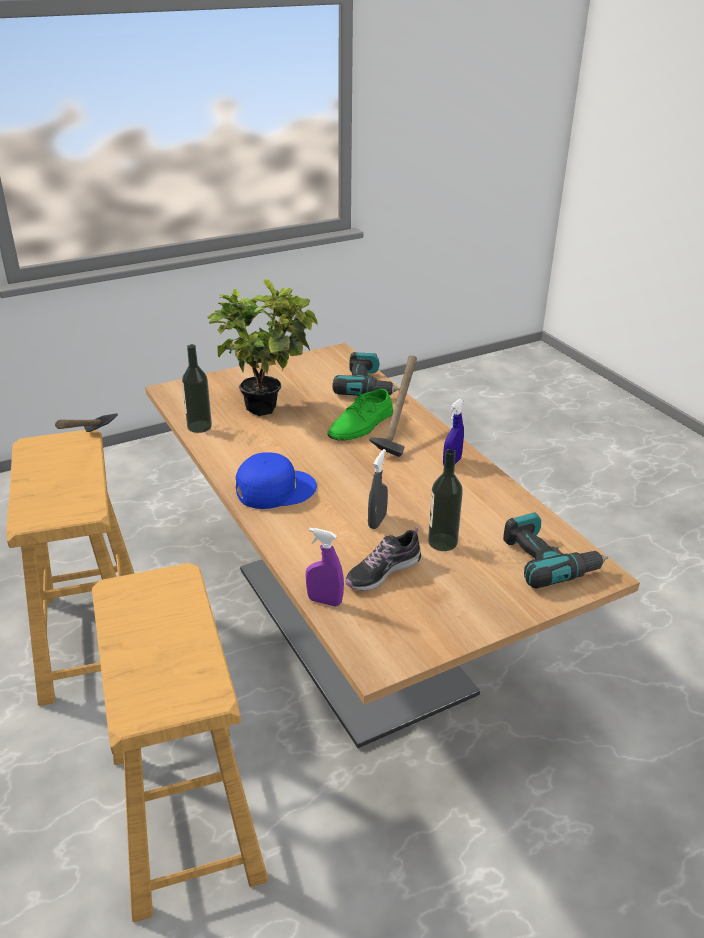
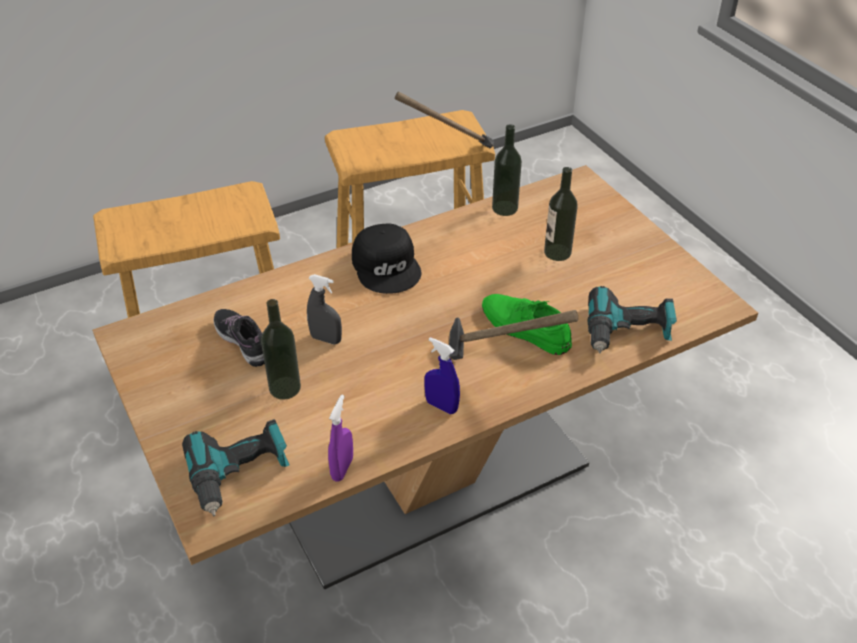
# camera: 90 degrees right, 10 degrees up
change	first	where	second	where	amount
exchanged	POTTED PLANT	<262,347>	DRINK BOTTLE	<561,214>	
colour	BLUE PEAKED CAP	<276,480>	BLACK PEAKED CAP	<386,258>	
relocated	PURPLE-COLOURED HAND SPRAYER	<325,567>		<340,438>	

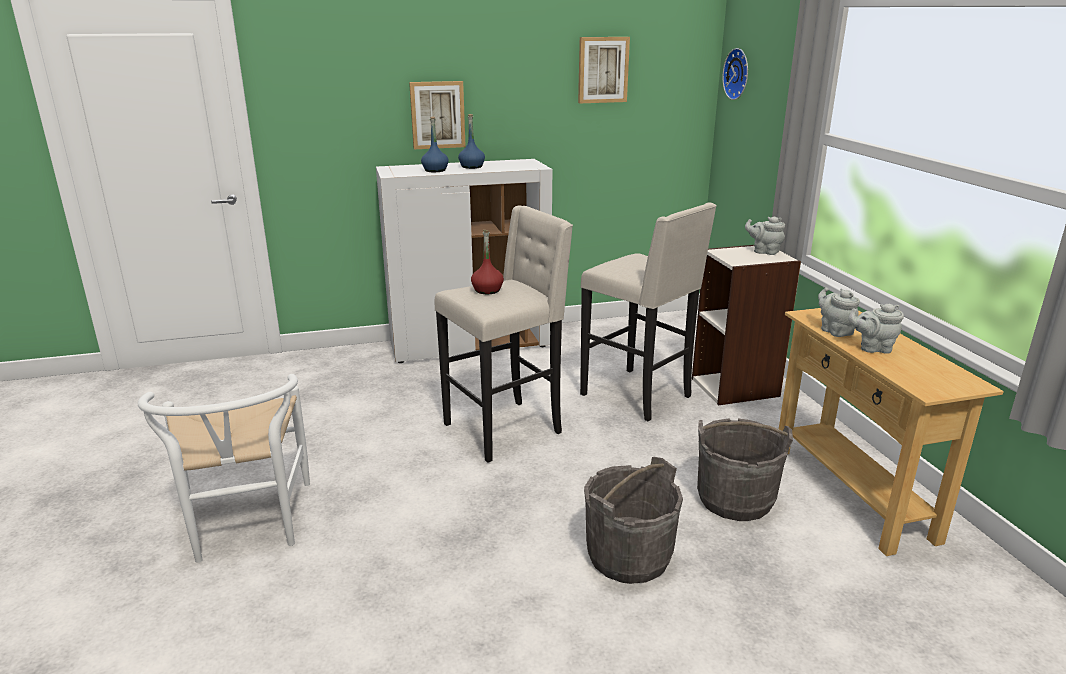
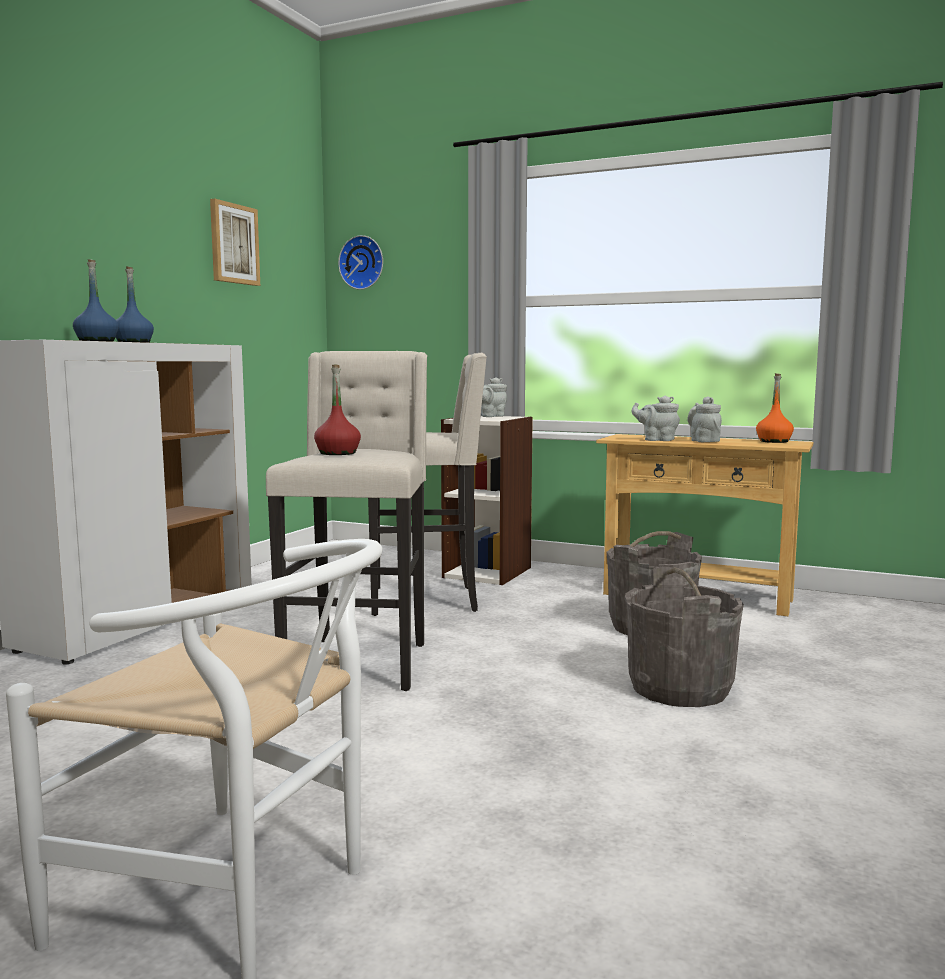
# camera: 50 degrees left, 15 degrees down
change	first	where	second	where	amount
missing	PICTURE	<437,115>			
spun	GREY TEA POT	<876,328>		<704,419>	120 degrees clockwise
appeared			ORANGEY DRINK BOTTLE	<775,408>	

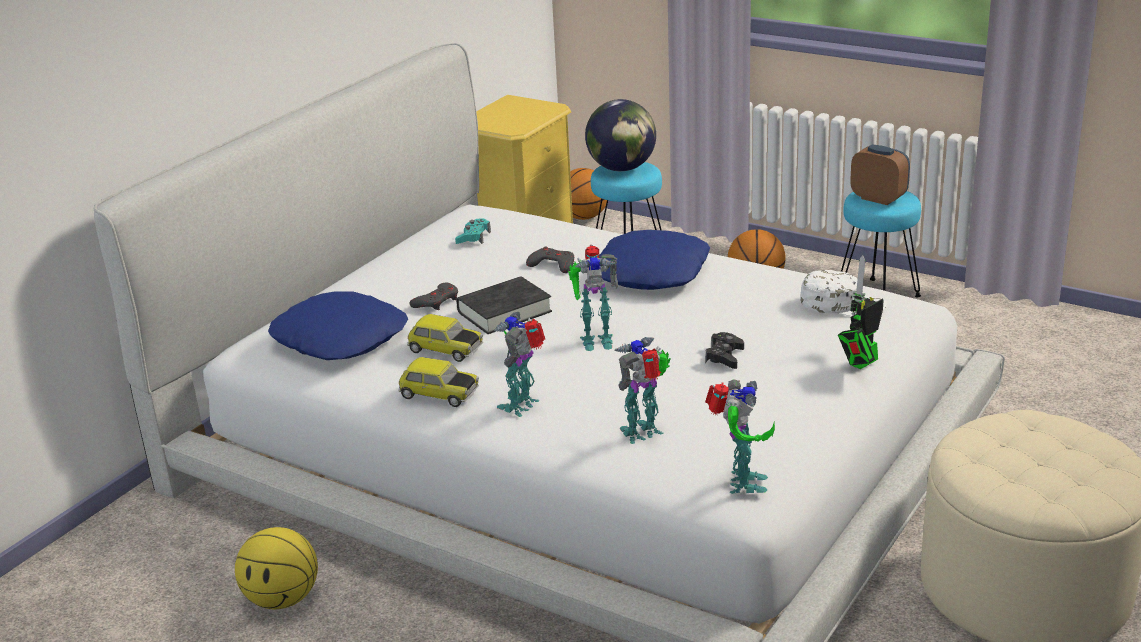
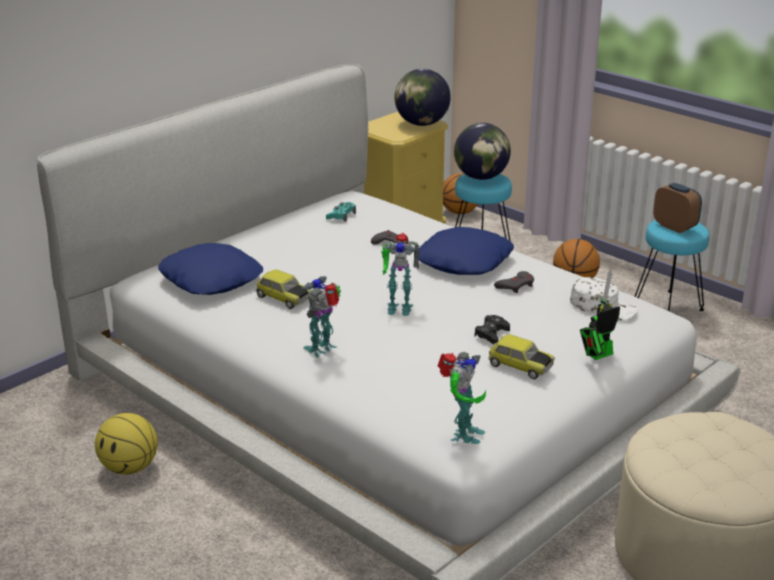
# camera: 10 degrees right, 0 degrees up
change	first	where	second	where	amount
missing	BLACK BOOK	<504,305>			
relocated	GREY JOYPAD	<434,296>		<514,282>	
missing	MODEL ROBOT	<642,390>			
relocated	TOY CAR	<438,382>		<521,356>	
appeared			DESK GLOBE	<422,97>	

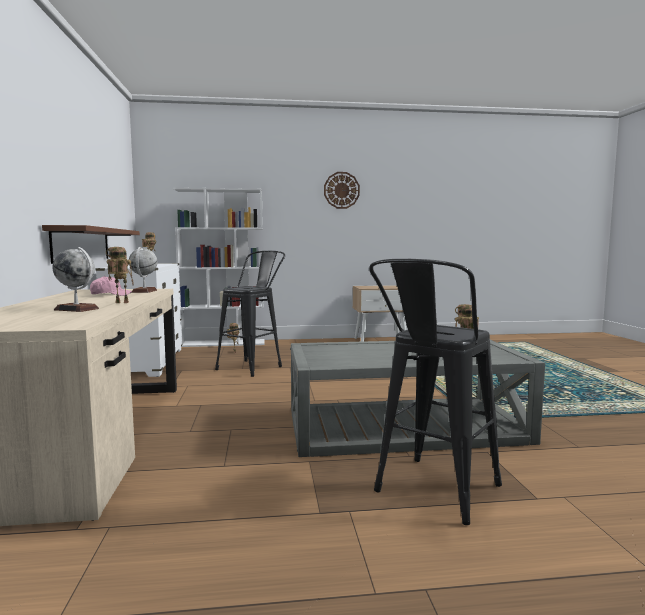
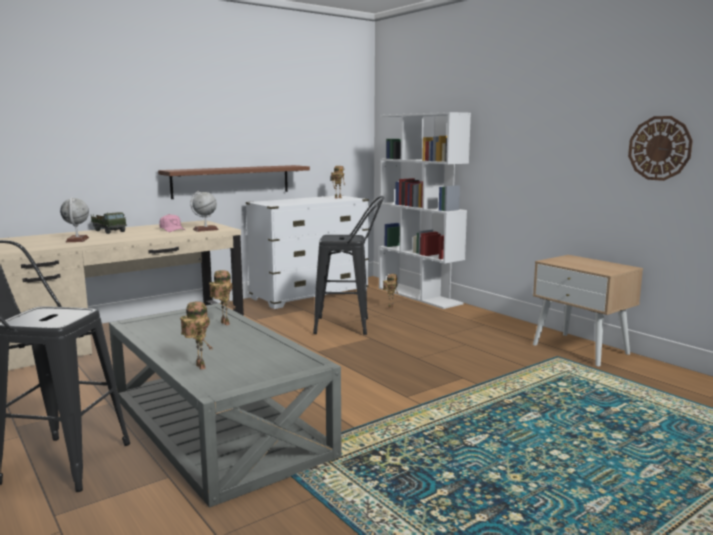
# camera: 60 degrees right, 5 degrees up
change	first	where	second	where	amount
relocated	CLOCK ON THE WALL	<342,190>		<660,148>	
relocated	MODEL ROBOT	<120,275>		<222,298>	
appeared			MODEL TRUCK	<109,223>	

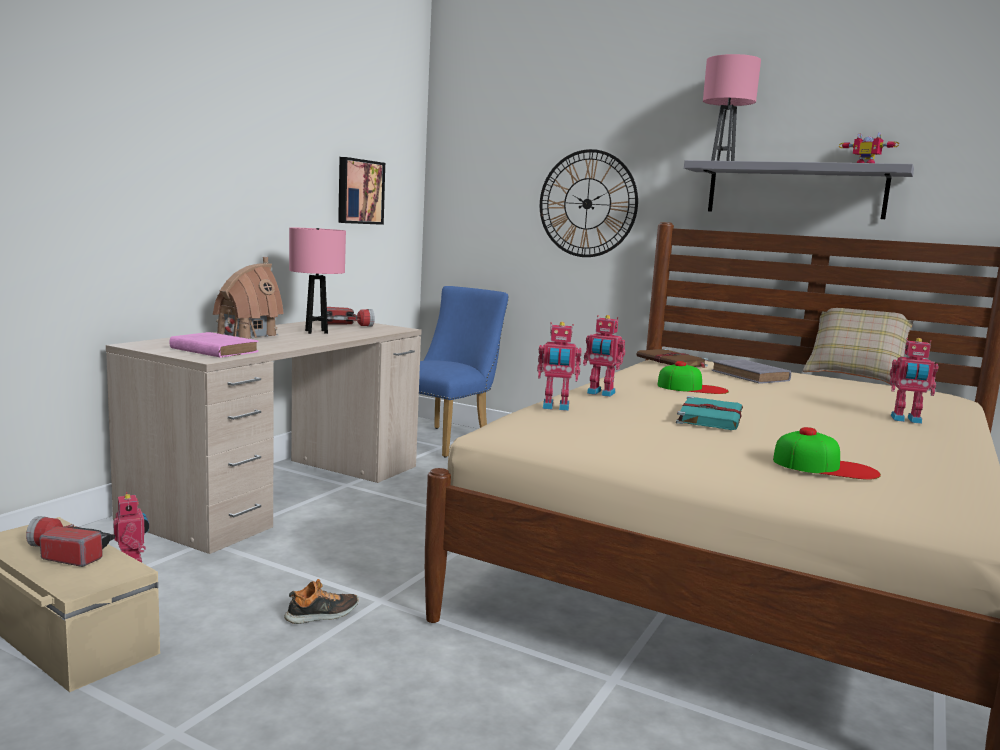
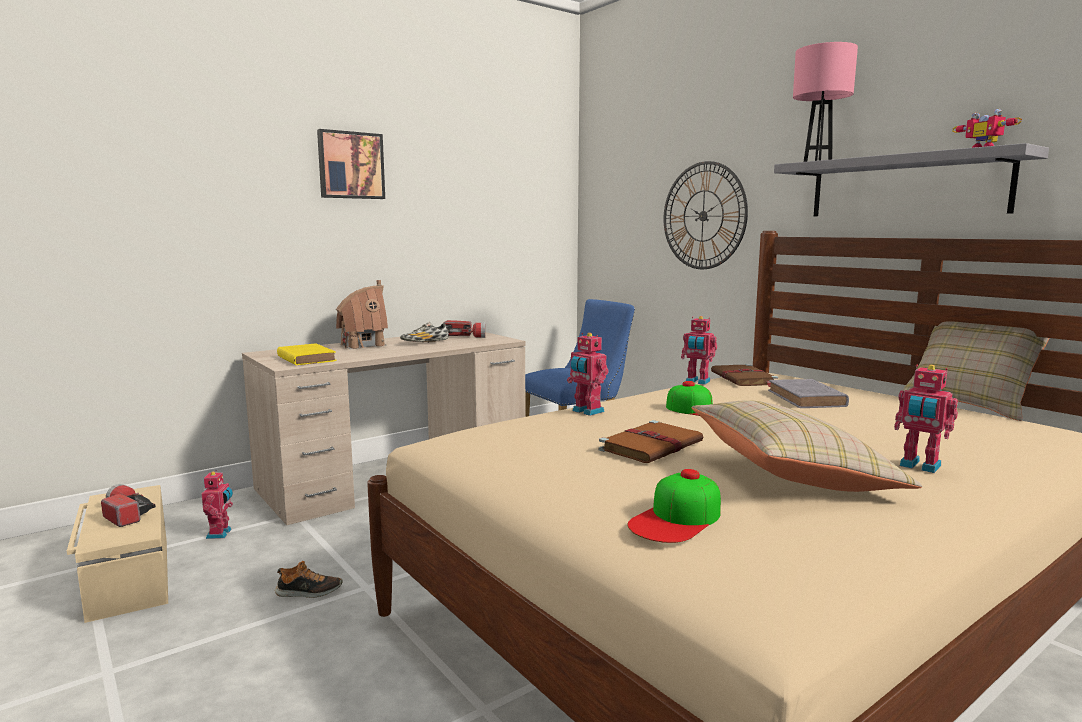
# camera: 25 degrees right, 0 degrees up
change	first	where	second	where	amount
relocated	PICTURE	<361,191>		<351,164>	
exchanged	PINK TABLETOP LAMP	<317,280>	SHOE	<424,332>	
relocated	MODEL ROBOT	<559,366>		<699,350>	
colour	PINK BOOK	<214,345>	YELLOWISH BOOK	<306,354>	
colour	TURQUOISE BOOK	<709,413>	BROWN-COLOURED BOOK	<650,441>	
spun	PEAKED CAP	<827,453>		<674,506>	90 degrees clockwise
appeared			BEIGE PILLOW	<807,446>	

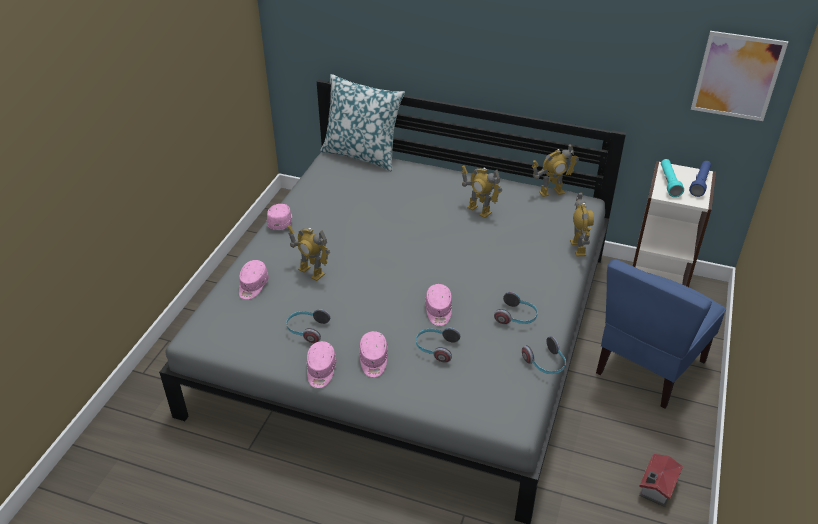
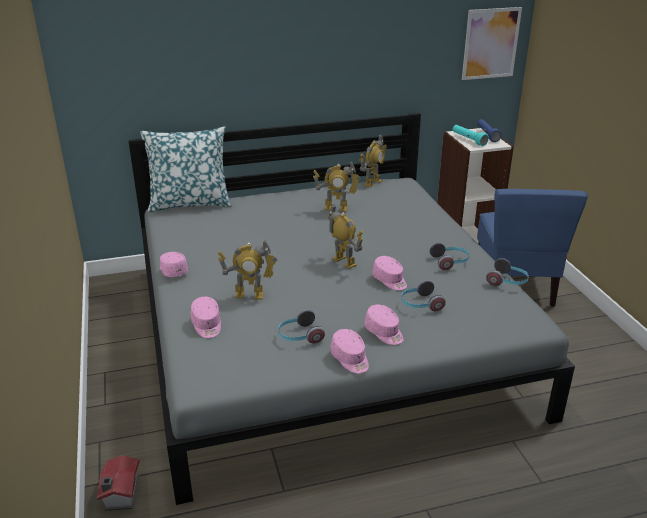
# camera: 35 degrees left, 10 degrees down
change	first	where	second	where	amount
relocated	MODEL ROBOT	<582,224>		<345,236>	
relocated	MODEL HOUSE	<661,480>		<118,483>	

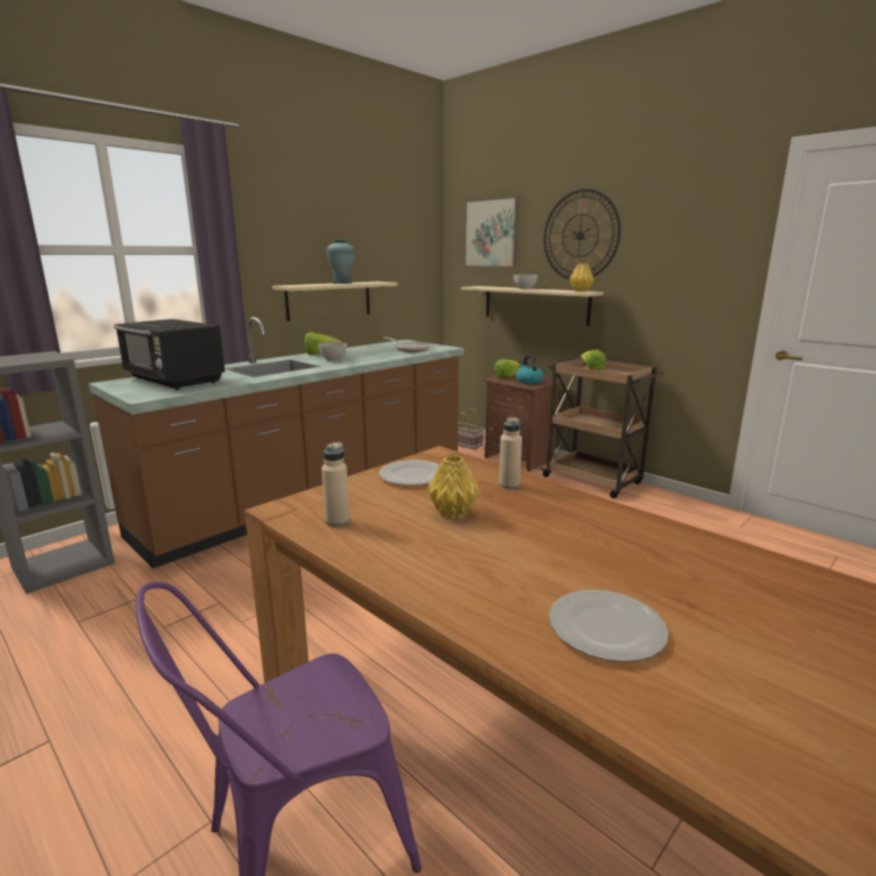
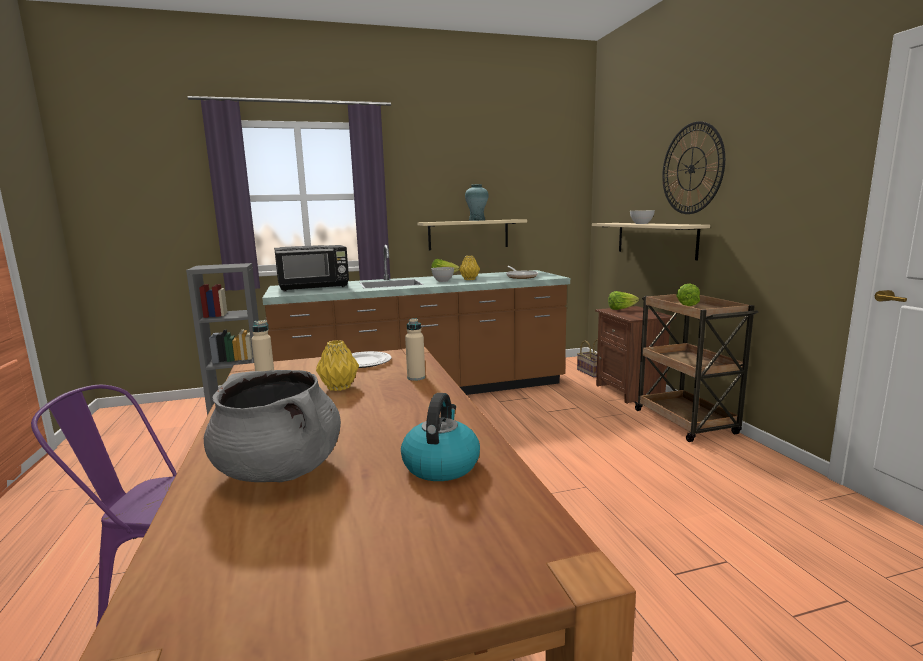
# camera: 30 degrees right, 5 degrees down
change	first	where	second	where	amount
missing	PICTURE	<492,232>			
relocated	YELLOWISH FLOWER VASE	<582,278>		<469,268>	
spun	BLACK KITCHEN MICROWAVE	<169,354>		<311,268>	90 degrees counterclockwise
relocated	KETTLE	<529,369>		<440,437>	
exchanged	PLATE	<608,626>	GREY COOKING POT	<272,426>	

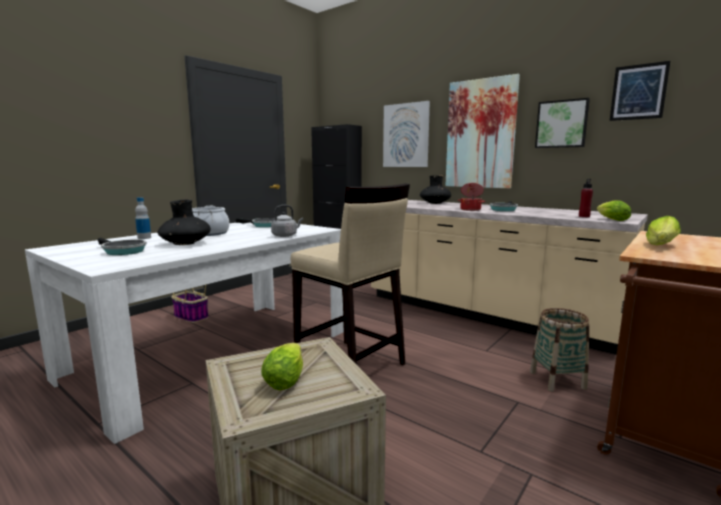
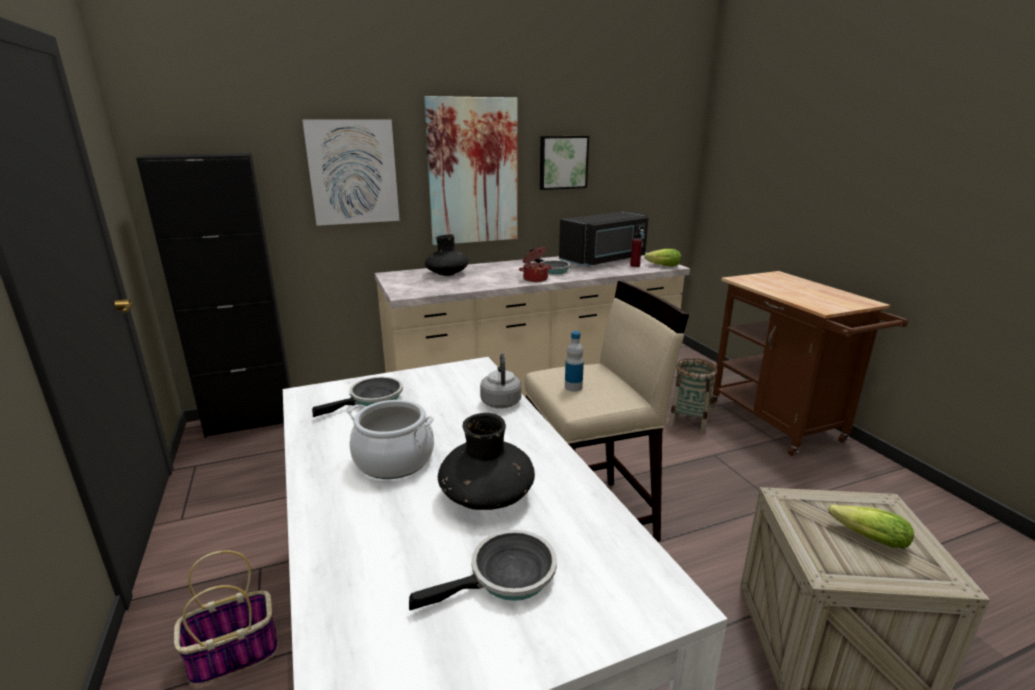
# camera: 60 degrees left, 10 degrees up
change	first	where	second	where	amount
missing	PICTURE	<640,91>			
relocated	DRINK BOTTLE	<143,218>		<574,361>	
missing	LETTUCE	<663,230>			
appeared			BLACK KITCHEN MICROWAVE	<603,239>	

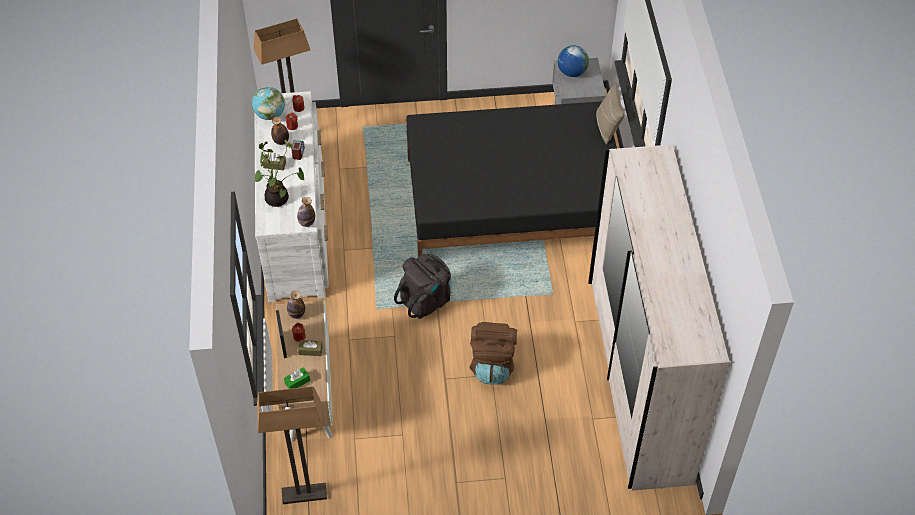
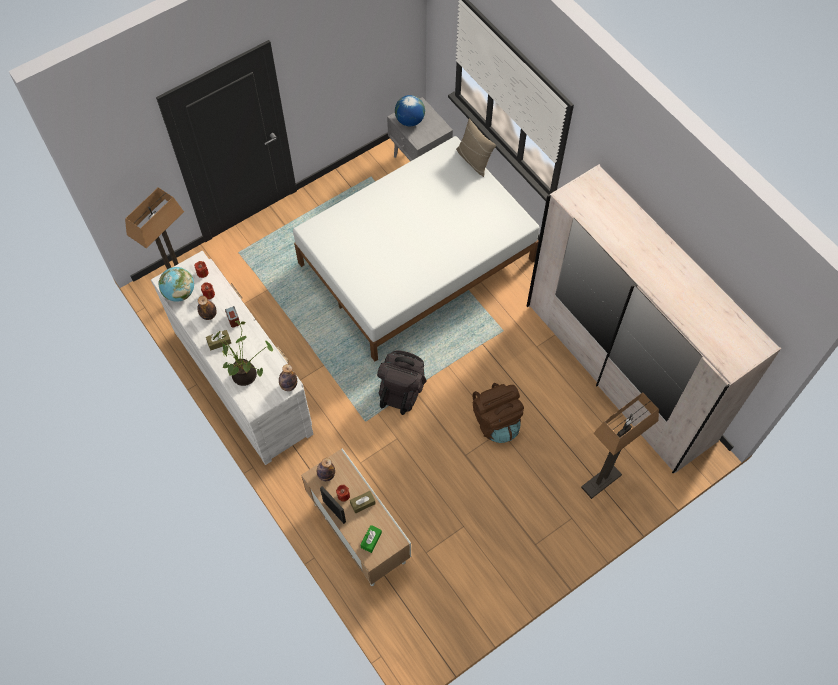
# camera: 30 degrees left, 10 degrees up
change	first	where	second	where	amount
colour	BLACK SLEEPING BED	<511,179>	WHITE-COLOURED SLEEPING BED	<416,248>	
relocated	FLOOR LAMP	<292,445>		<620,445>	

